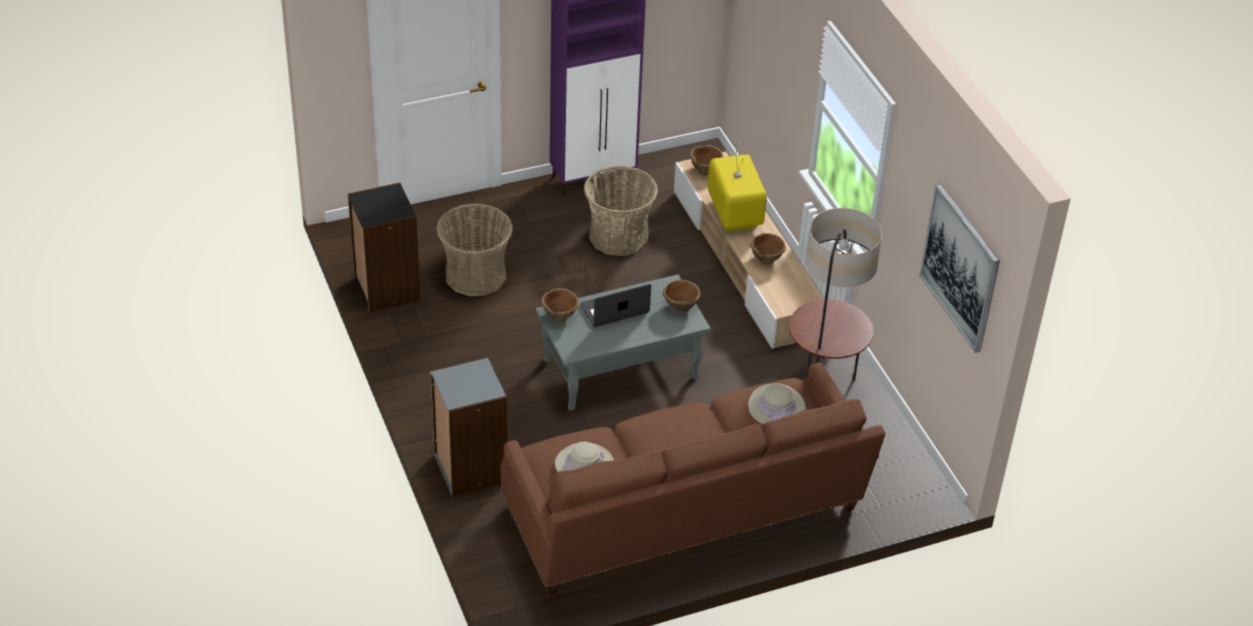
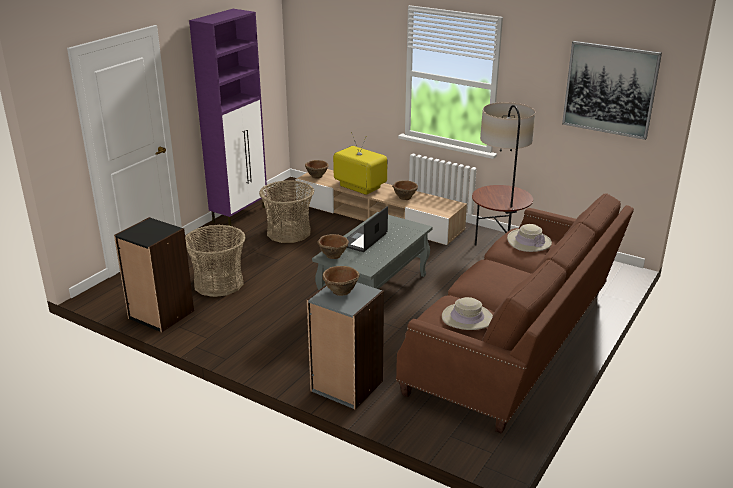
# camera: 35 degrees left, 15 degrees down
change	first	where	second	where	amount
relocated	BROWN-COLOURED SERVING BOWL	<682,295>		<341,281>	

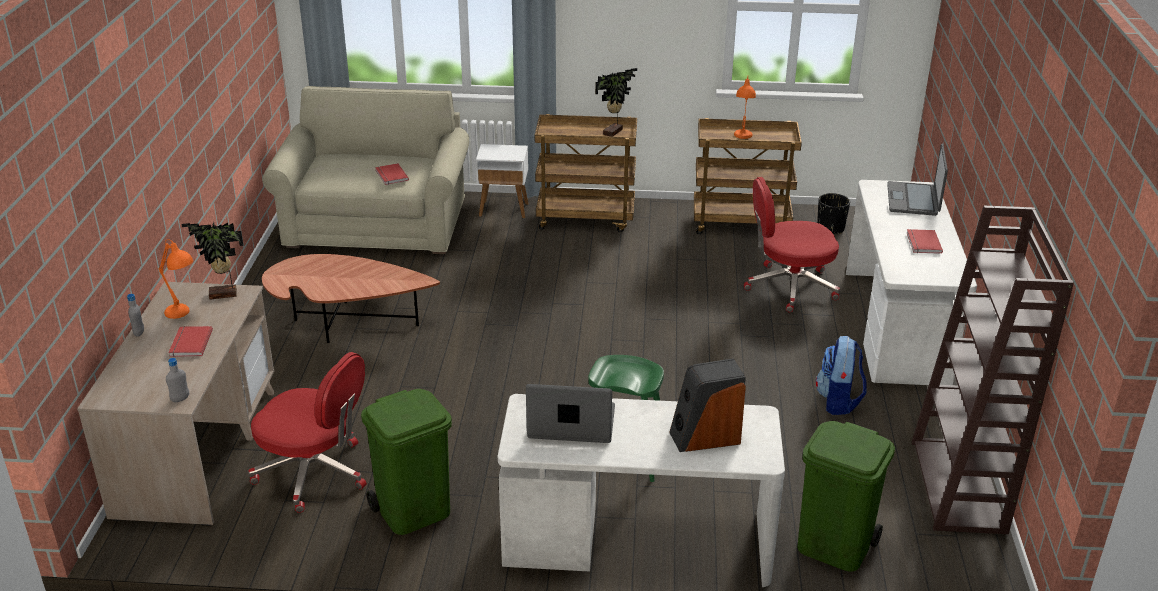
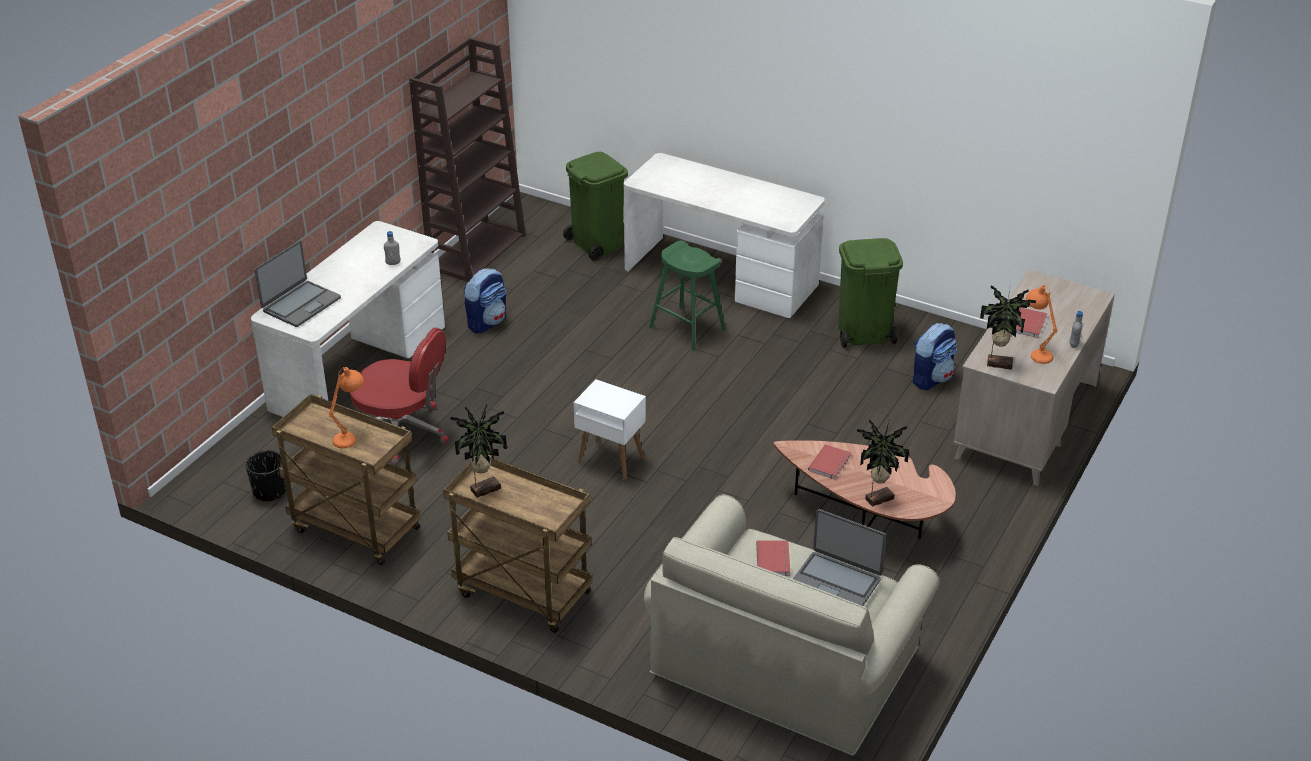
# camera: 155 degrees left, 5 degrees up
change	first	where	second	where	amount
relocated	WHITE-COLOURED END TABLE	<502,181>		<610,429>	
relocated	RED BOOK	<925,241>		<829,461>	
exchanged	RED COMPUTER CHAIR	<307,432>	BACKPACK	<935,356>	
relocated	GREY DRINK BOTTLE	<177,380>		<392,248>	
missing	SPEAKER	<707,405>			
relocated	NOTEBOOK COMPUTER	<570,413>		<839,557>	
appeared			POTTED PLANT	<883,462>	

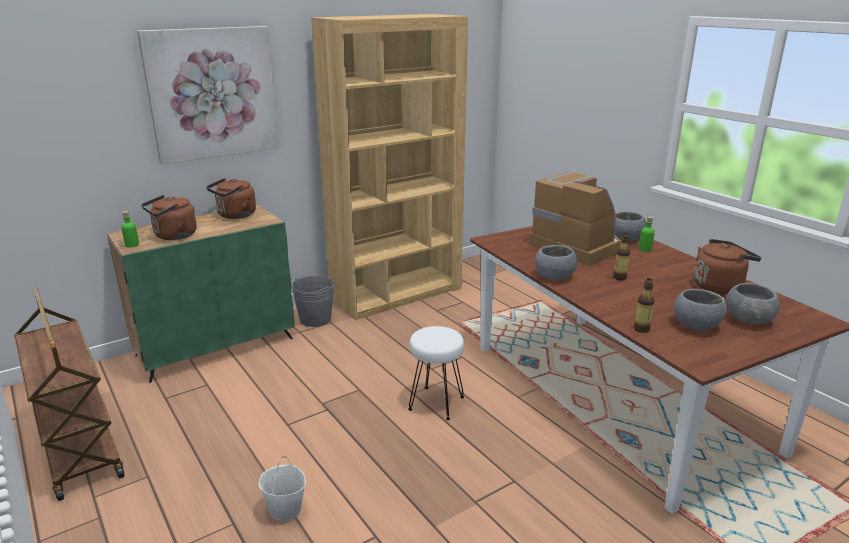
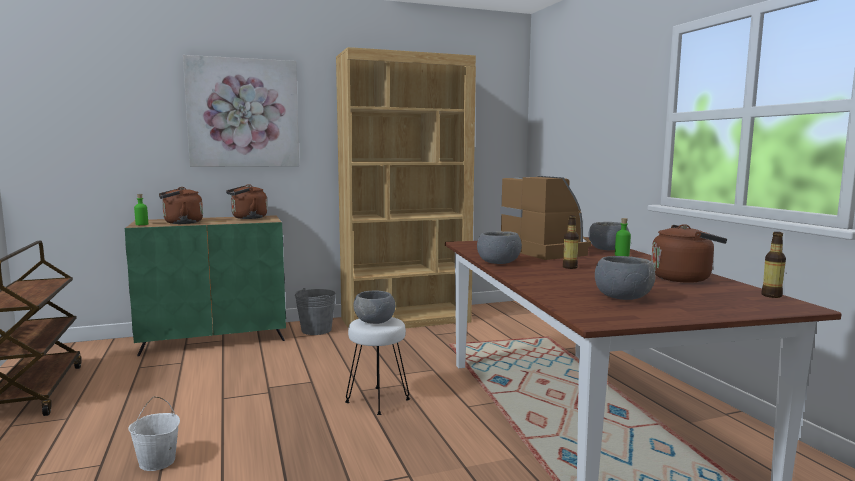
# camera: 15 degrees right, 15 degrees down
change	first	where	second	where	amount
relocated	DRINK BOTTLE	<644,305>		<773,265>	
relocated	GREY SERVING BOWL	<752,303>		<374,307>	

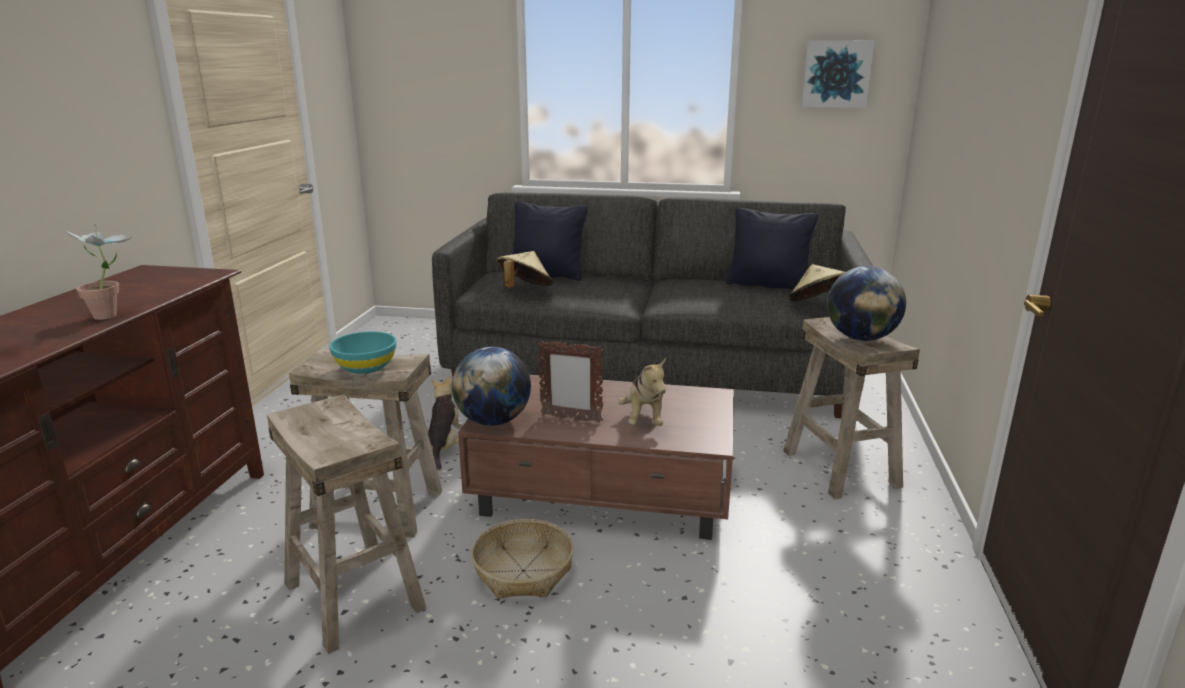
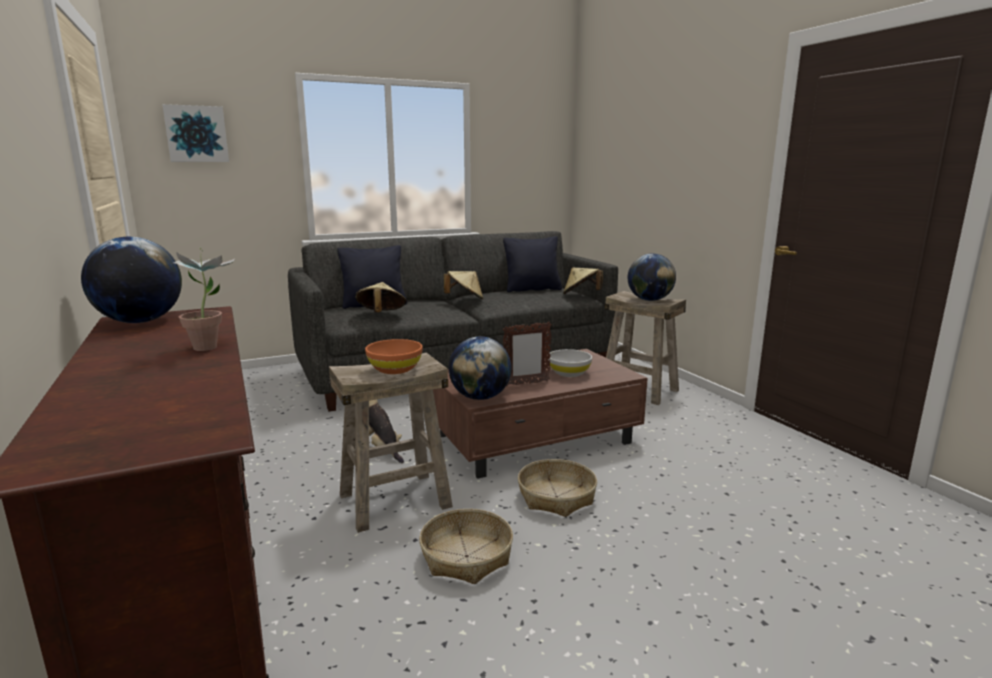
# camera: 35 degrees left, 5 degrees down
change	first	where	second	where	amount
relocated	PICTURE	<838,74>		<195,133>	
colour	TURQUOISE SERVING BOWL	<362,352>	ORANGEY SERVING BOWL	<394,356>	
exchanged	PLUSH TOY	<642,392>	WHITE-COLOURED SERVING BOWL	<570,363>	
exchanged	BEIGE SITTING STOOL	<347,524>	STORAGE BASKET	<466,546>	
appeared			DESK GLOBE	<131,280>	
appeared			BEIGE CLOTHING HAT	<463,285>	

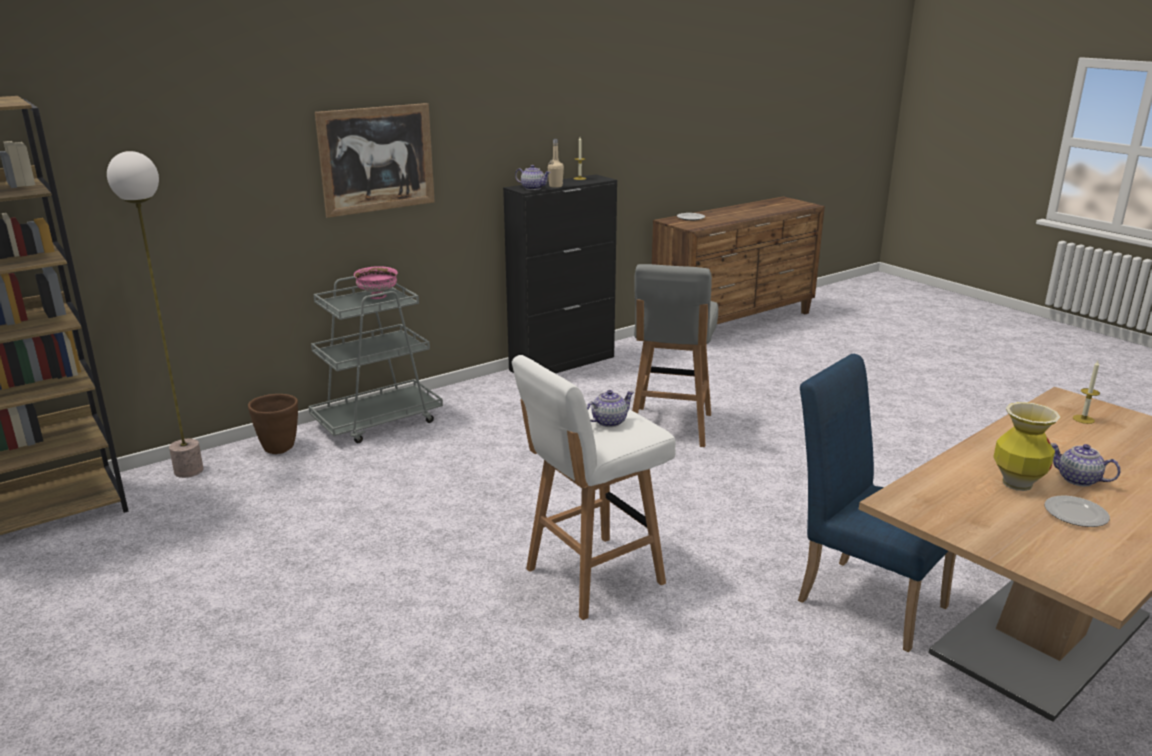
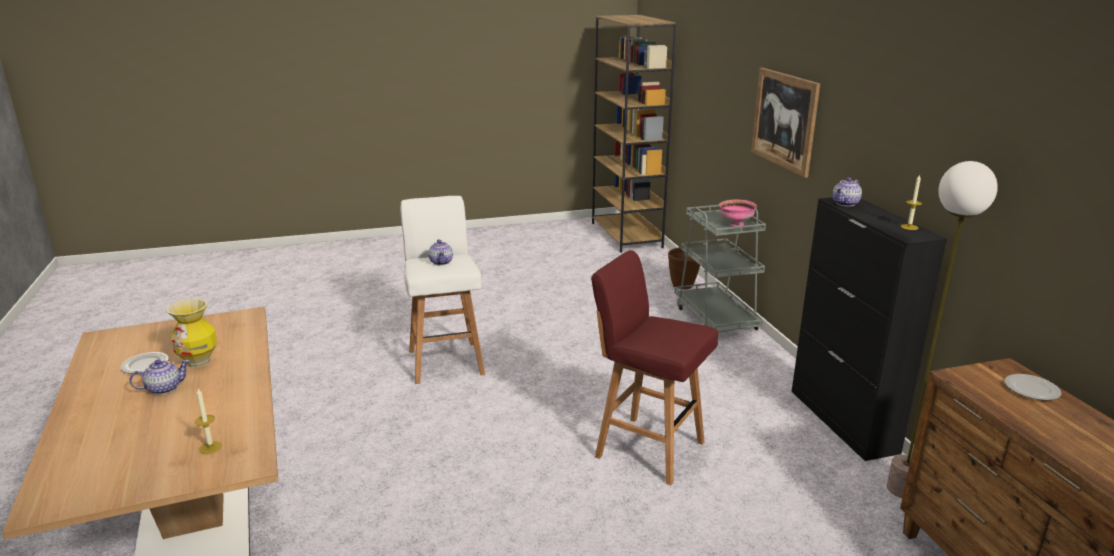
# camera: 110 degrees right, 0 degrees up
change	first	where	second	where	amount
missing	BEIGE DRINK BOTTLE	<556,163>			
relocated	FLOOR LAMP	<155,314>		<942,329>	
colour	GREY SITTING STOOL	<675,355>	RED SITTING STOOL	<654,367>	
missing	BLUE UPRIGHT CHAIR	<877,503>			

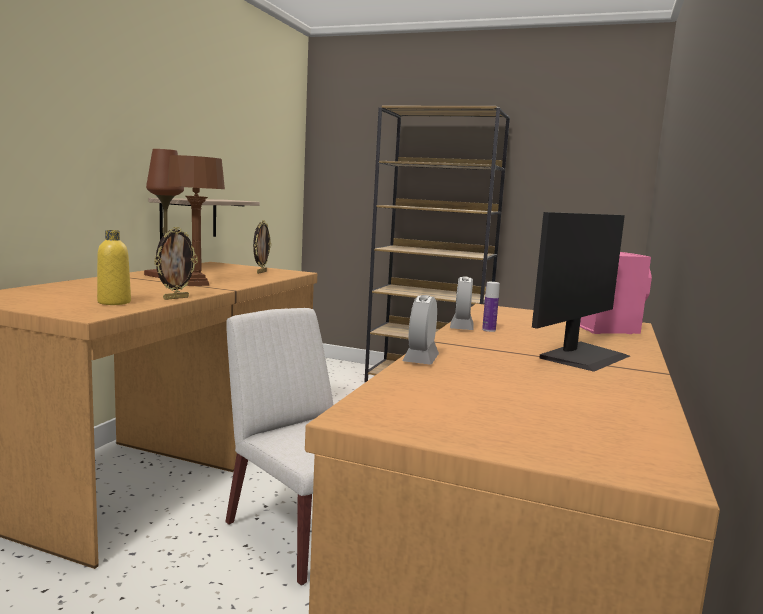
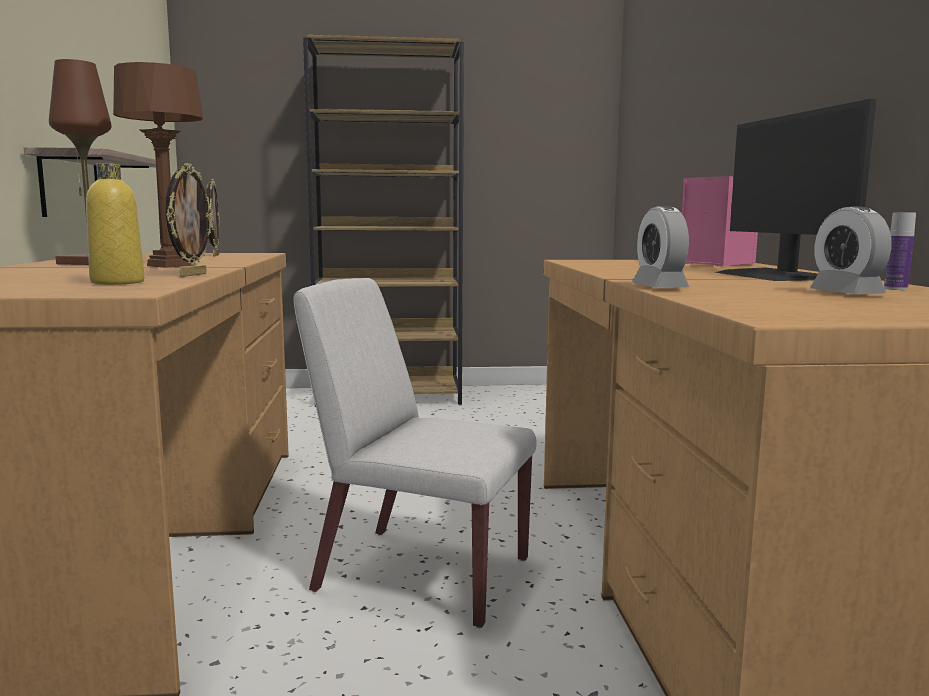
# camera: 25 degrees left, 0 degrees up
change	first	where	second	where	amount
spun	MONITOR	<581,292>		<795,190>	150 degrees clockwise
relocated	TABLE CLOCK	<461,303>		<850,250>	
relocated	DRINK BOTTLE	<491,307>		<900,251>	

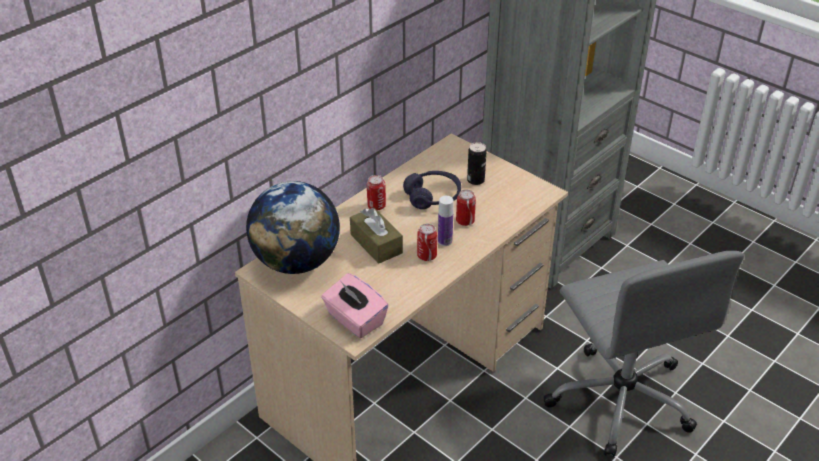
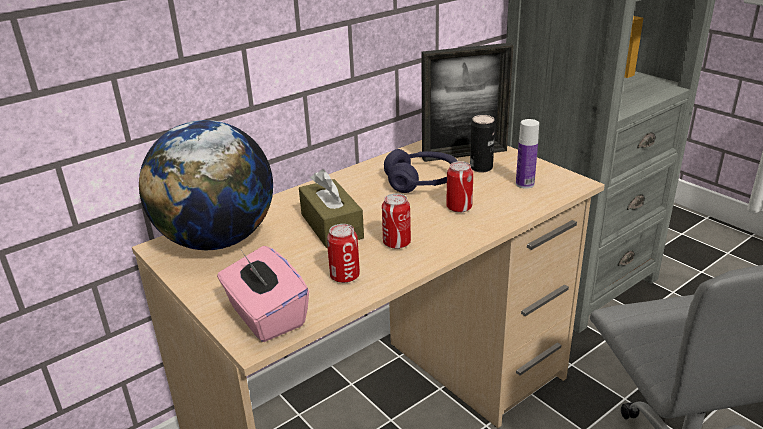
# camera: 10 degrees right, 10 degrees down
change	first	where	second	where	amount
relocated	METAL CAN	<376,192>		<343,253>	
relocated	DRINK BOTTLE	<445,221>		<527,154>	
appeared			PHOTO FRAME	<467,102>	

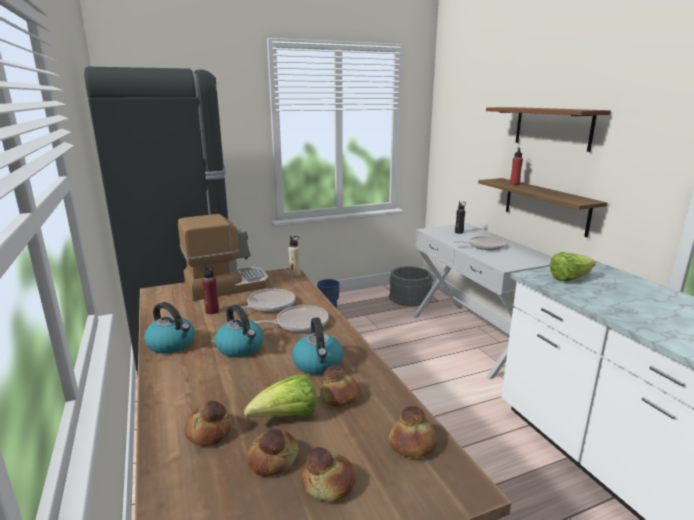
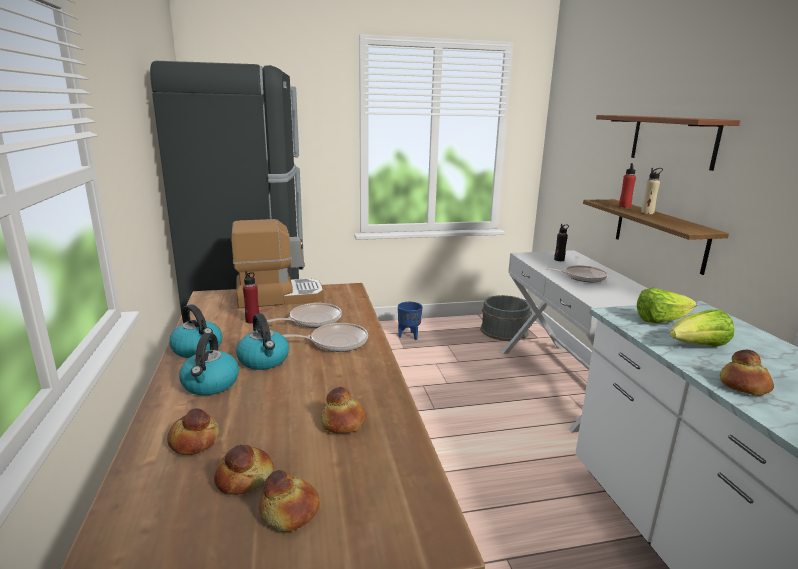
# camera: 10 degrees right, 0 degrees up
change	first	where	second	where	amount
relocated	BEIGE DRINK BOTTLE	<294,256>		<652,191>	
relocated	KETTLE	<317,346>		<209,364>	
relocated	LETTUCE	<280,395>		<702,328>	
relocated	BAKERY BREAD	<413,432>		<747,372>	

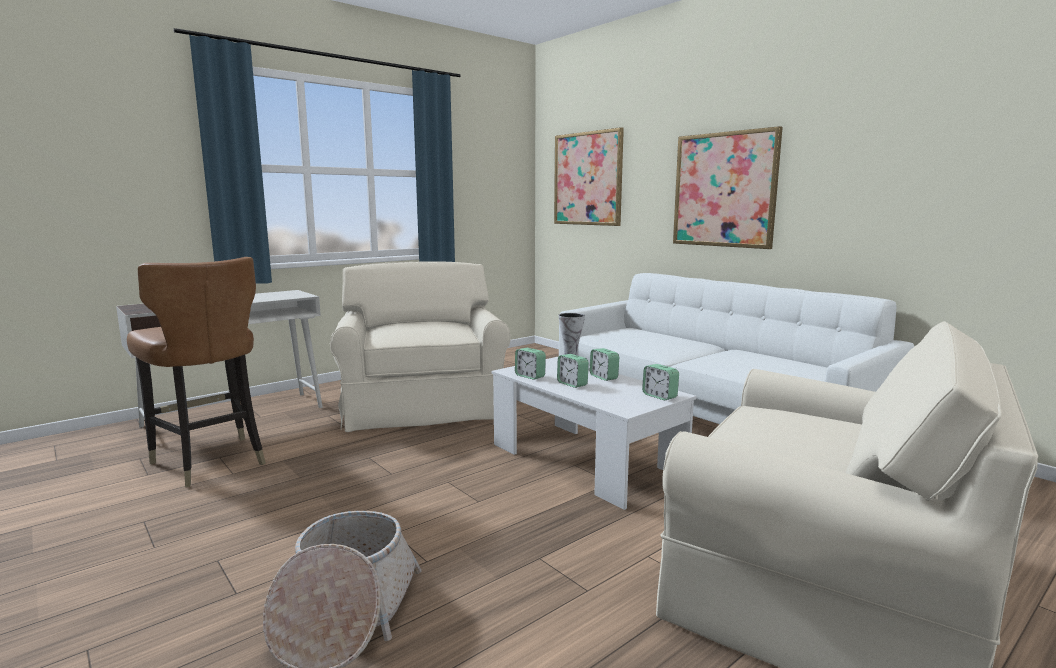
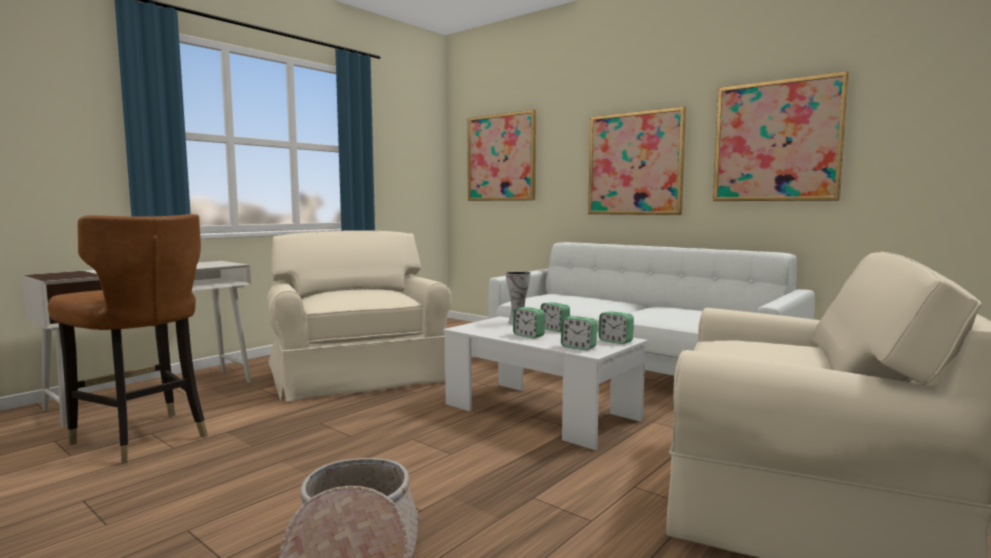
# camera: 10 degrees left, 5 degrees down
change	first	where	second	where	amount
relocated	TABLE CLOCK	<530,364>		<579,333>	
appeared			PICTURE	<781,136>	

